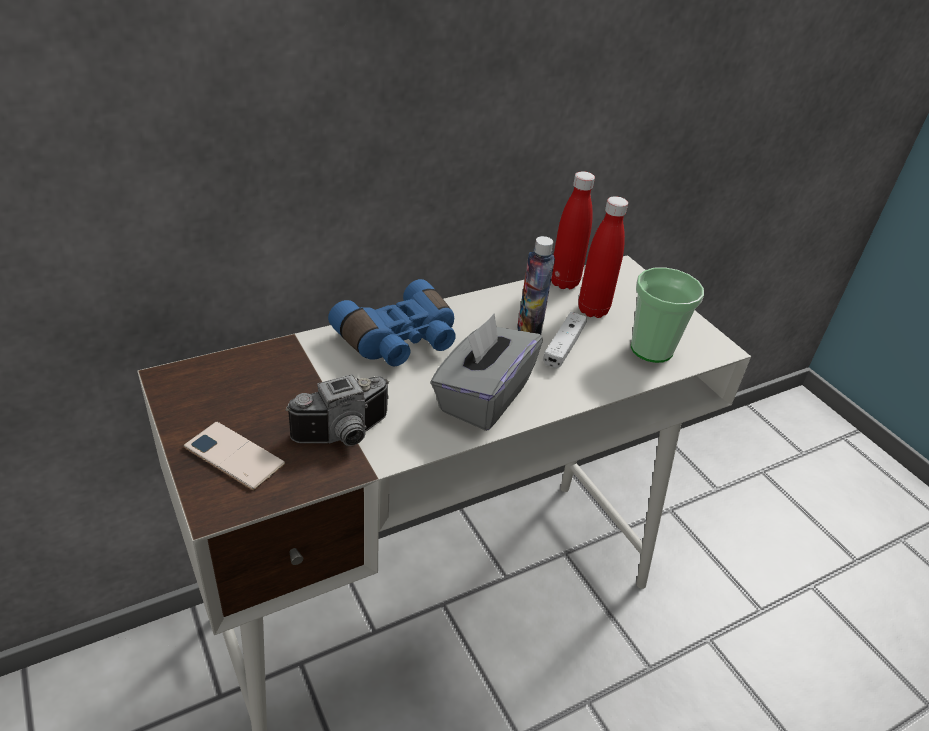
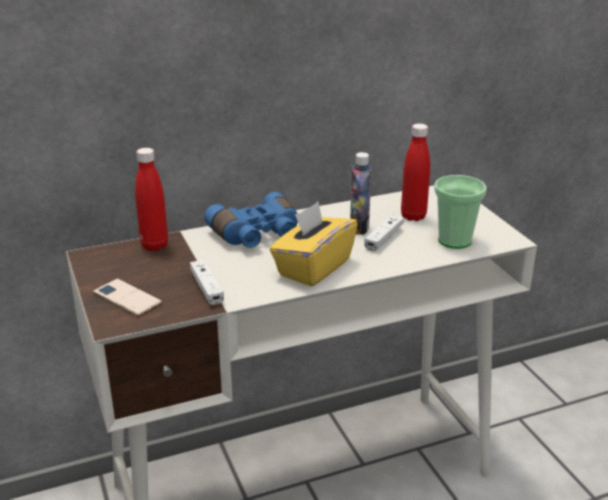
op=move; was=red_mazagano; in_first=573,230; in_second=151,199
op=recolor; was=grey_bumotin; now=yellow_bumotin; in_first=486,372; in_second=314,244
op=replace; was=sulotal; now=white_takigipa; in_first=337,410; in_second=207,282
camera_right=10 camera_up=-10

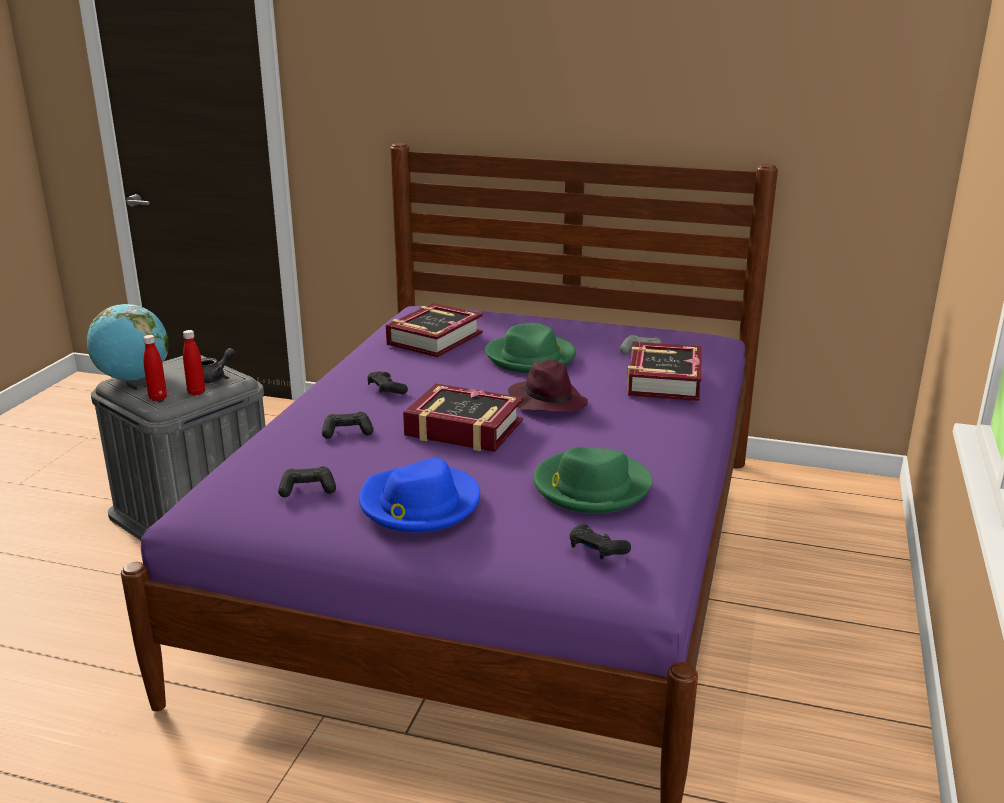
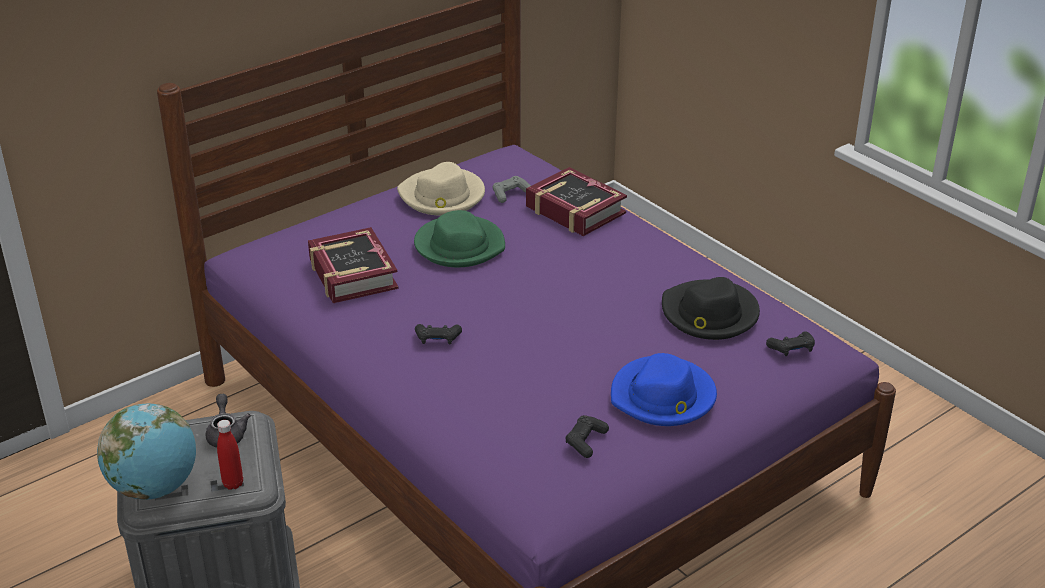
op=delete; was=red_mazagano; in_first=194,362
op=delete; was=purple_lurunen; in_first=548,386
op=delete; was=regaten; in_first=463,418
op=delete; was=black_takigipa; in_first=347,425
op=recolor; was=green_lurunen; now=black_lurunen; in_first=592,480; in_second=711,308
op=insert; now=beige_lurunen; in_second=441,189
camera_right=-55 camera_up=10

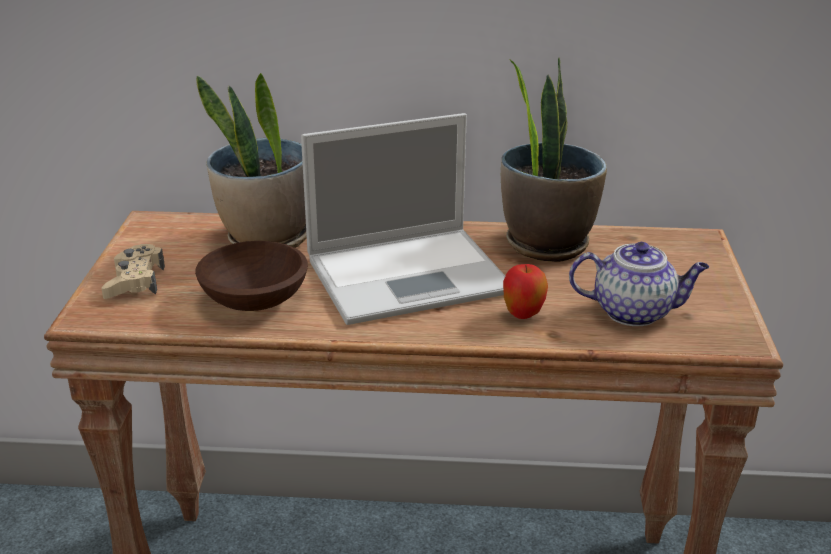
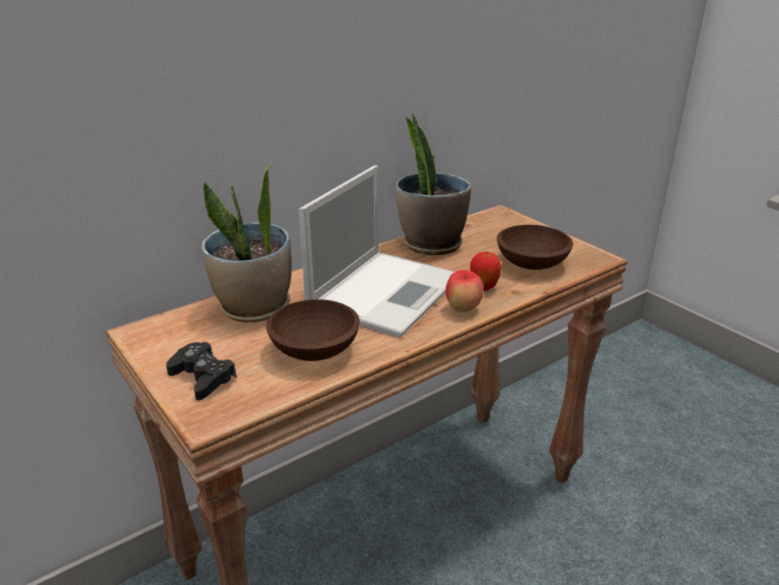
op=replace; was=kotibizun; now=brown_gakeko; in_first=639,284; in_second=535,247
op=recolor; was=beige_takigipa; now=black_takigipa; in_first=133,271; in_second=201,371
op=insert; now=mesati; in_second=465,291
camera_right=-40 camera_up=0

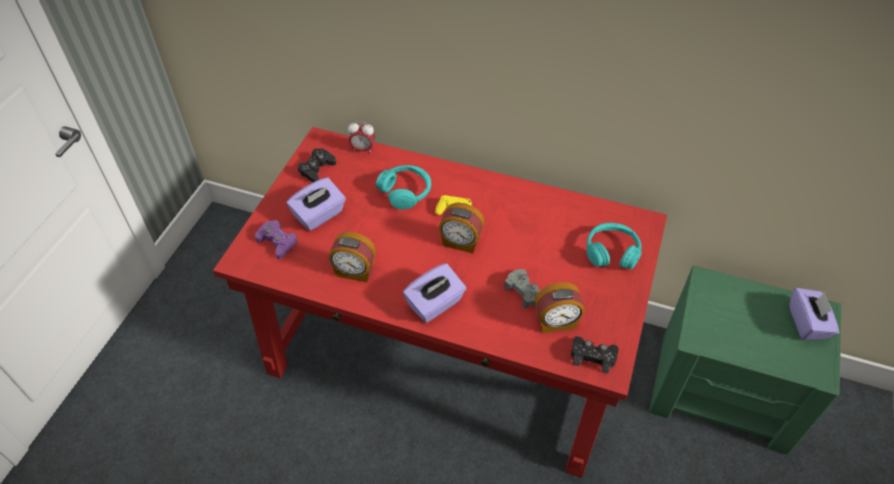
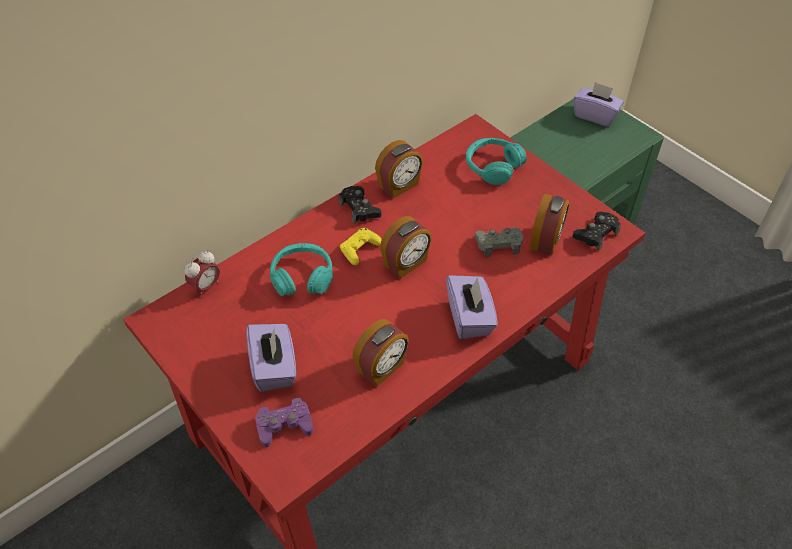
op=move; was=black_takigipa; in_first=316,165; in_second=359,205
op=insert; now=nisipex; in_second=399,169
camera_right=-60 camera_up=0

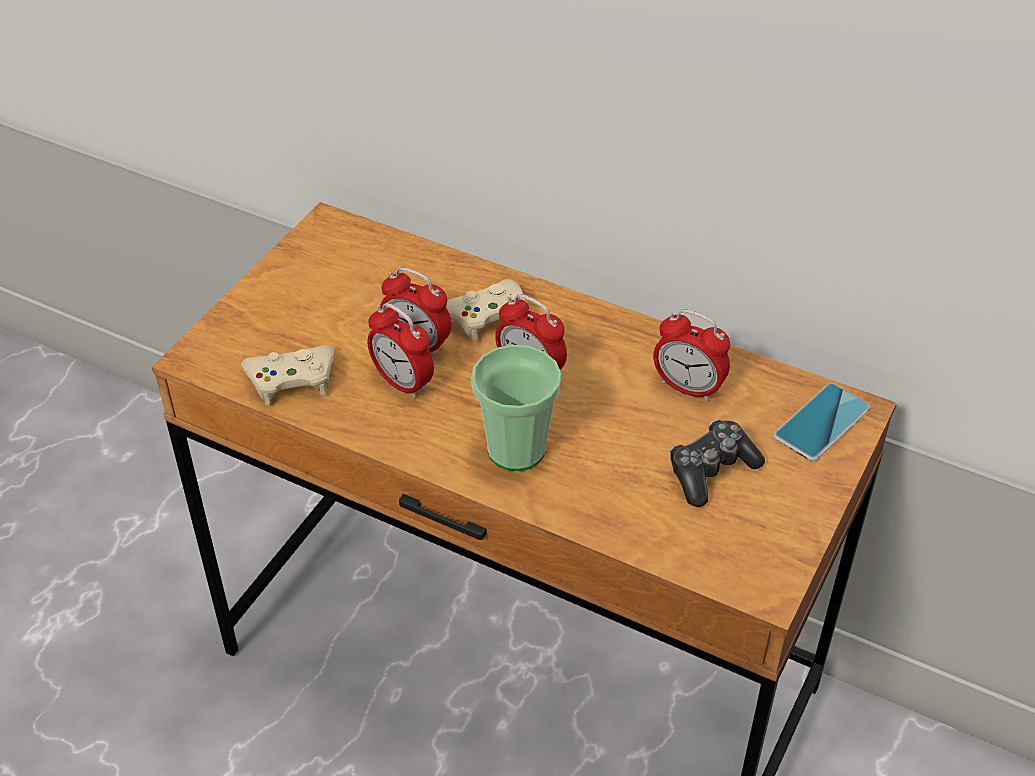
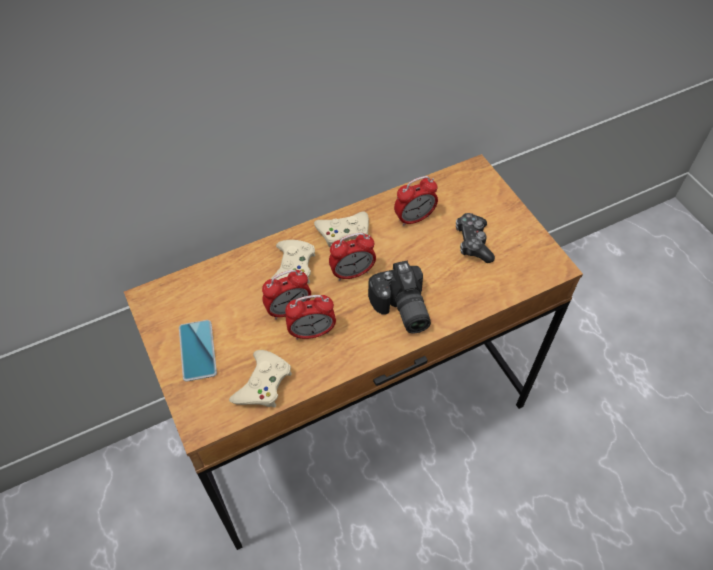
op=replace; was=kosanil; now=sulotal; in_first=516,408; in_second=399,297
op=move; was=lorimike; in_first=821,422; in_second=198,351
op=insert; now=beige_takigipa; in_second=341,229
camera_right=-55 camera_up=10

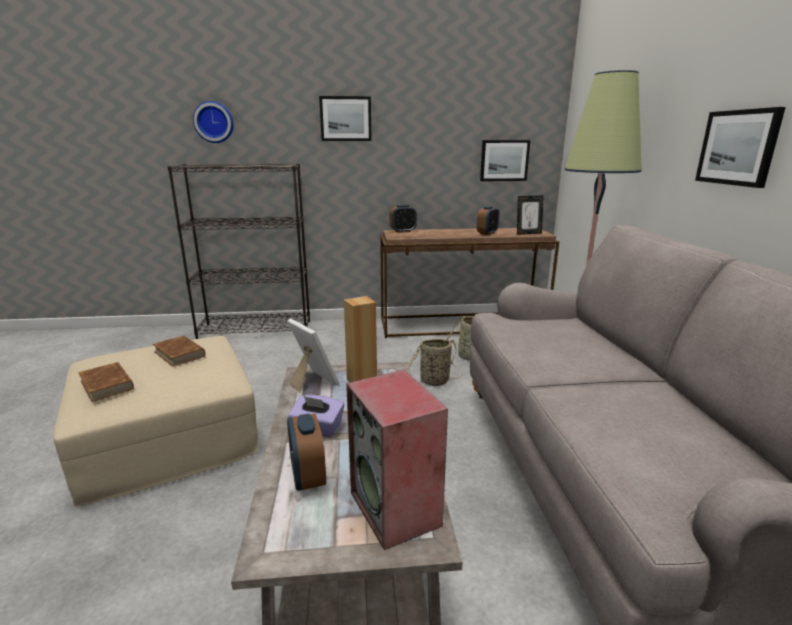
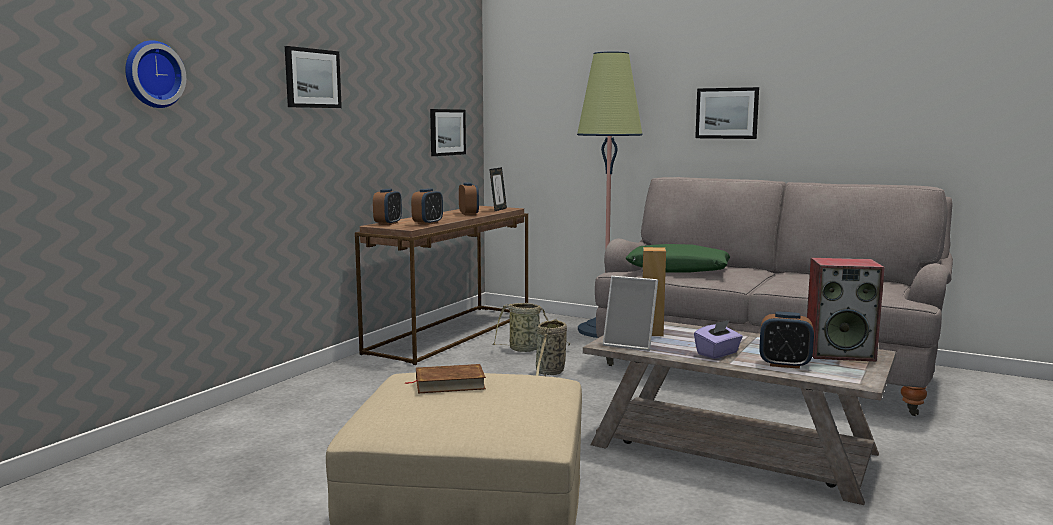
op=delete; was=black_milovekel; in_first=239,251
op=rotate; was=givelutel; in_first=313,356; in_second=630,313; clockwise=-150
op=delete; was=brown_regaten; in_first=106,382
op=insert; now=nisipex; in_second=427,206
op=insert; now=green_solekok; in_second=678,258
camera_right=-55 camera_up=-10

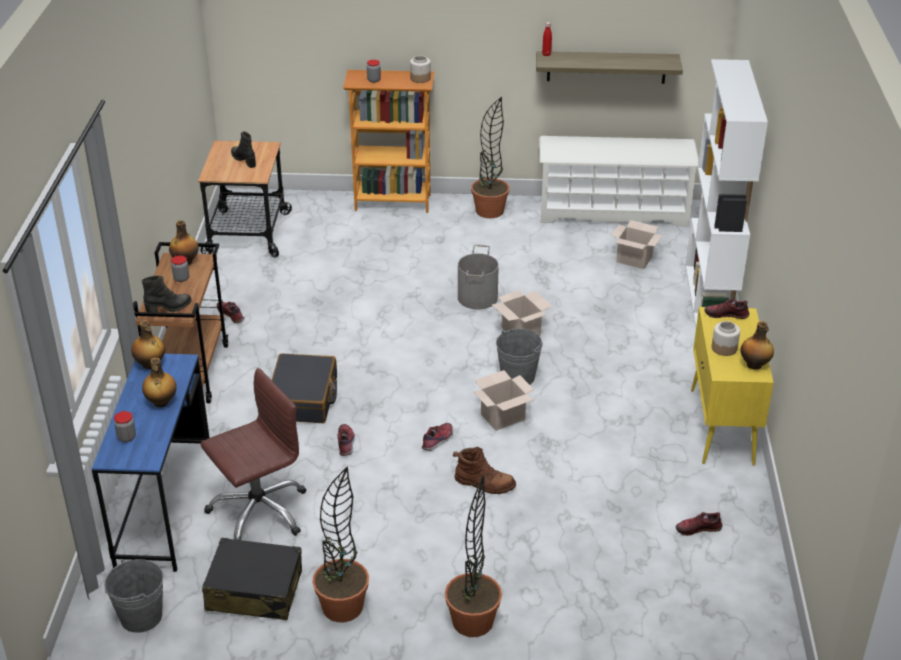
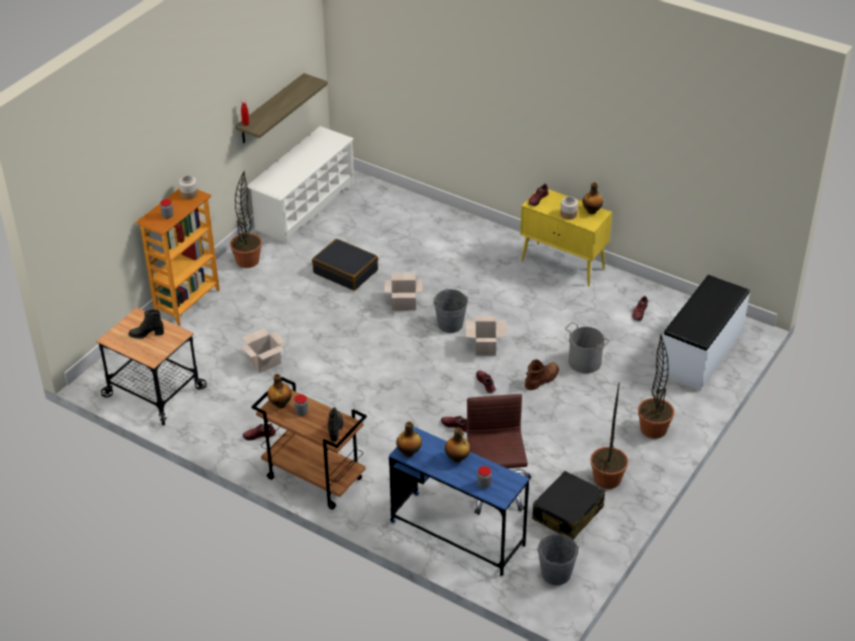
op=delete; was=white_milovekel; in_first=726,192
op=move; was=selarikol; in_first=636,244; in_second=263,350
op=move; was=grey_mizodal; in_first=478,277; in_second=587,347
op=move; was=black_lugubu; in_first=304,388; in_second=345,265
op=insert; now=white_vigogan; in_second=704,333
camera_right=-60 camera_up=5

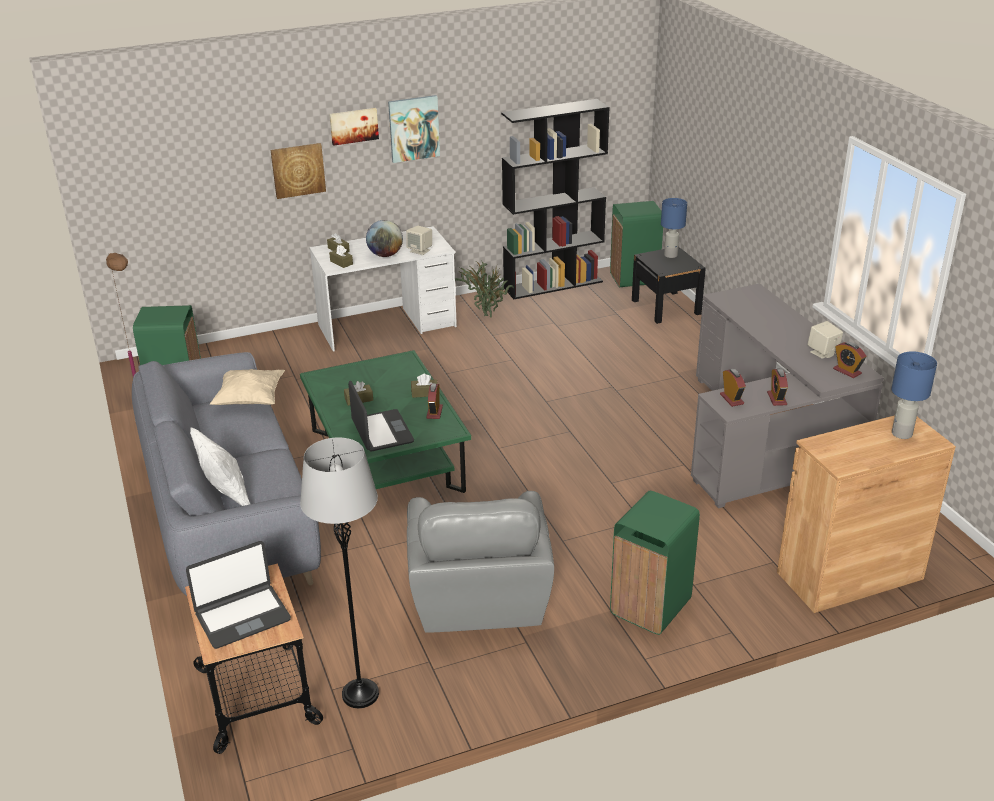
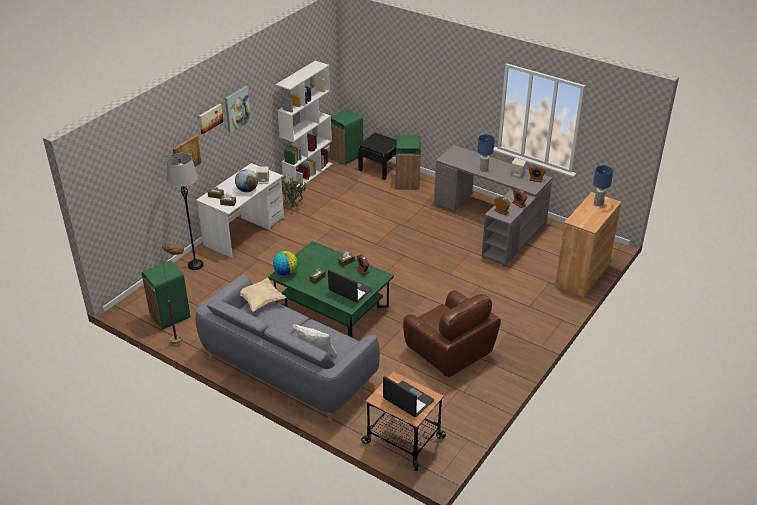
op=recolor; was=black_milovekel; now=white_milovekel; in_first=555,199; in_second=304,124
op=move; was=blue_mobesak; in_first=674,228; in_second=486,153
op=move; was=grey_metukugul; in_first=339,573; in_second=185,211
op=recolor; was=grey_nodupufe; now=brown_nodupufe; in_first=480,562; in_second=452,333
op=move; was=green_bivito; in_first=655,563; in_second=408,162
op=rotate; was=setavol; in_first=238,595; in_second=408,396; clockwise=-75
op=insert; now=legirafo; in_second=285,263
camera_right=-35 camera_up=5

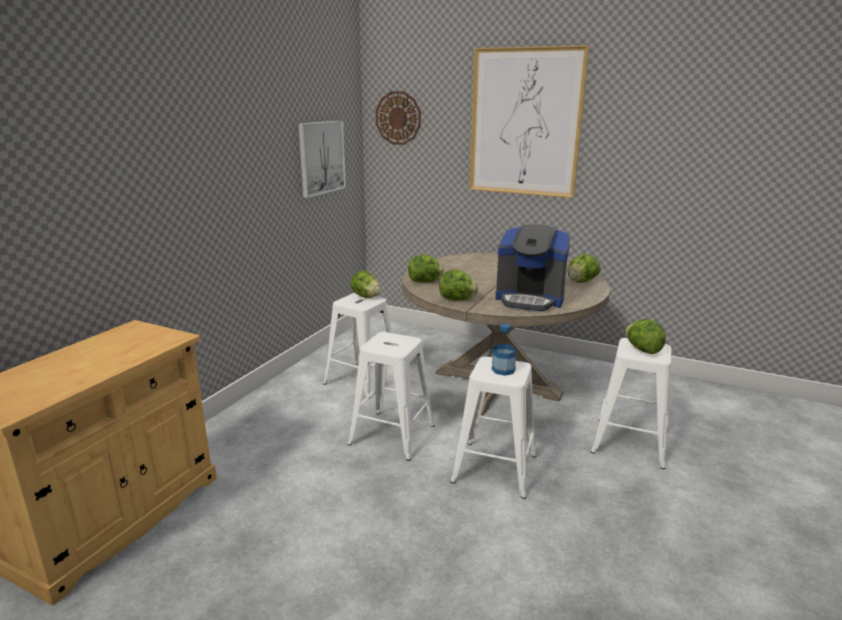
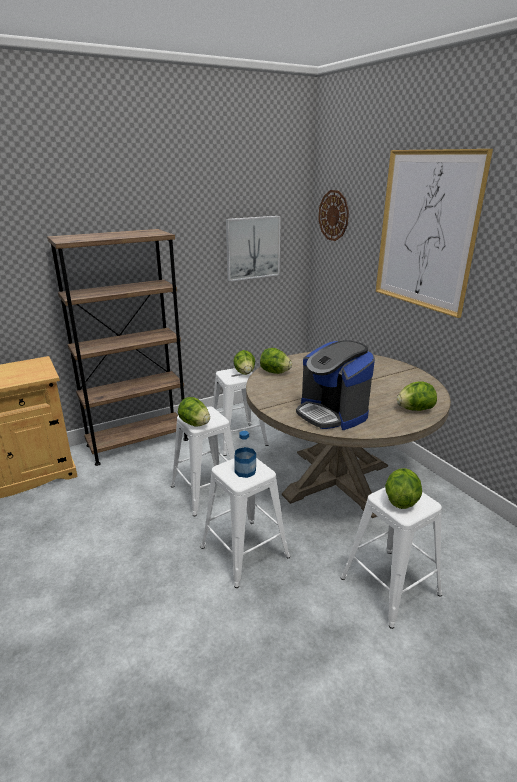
op=move; was=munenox; in_first=459,285; in_second=194,412
op=insert; now=brown_milovekel; in_second=118,347
camera_right=35 camera_up=5

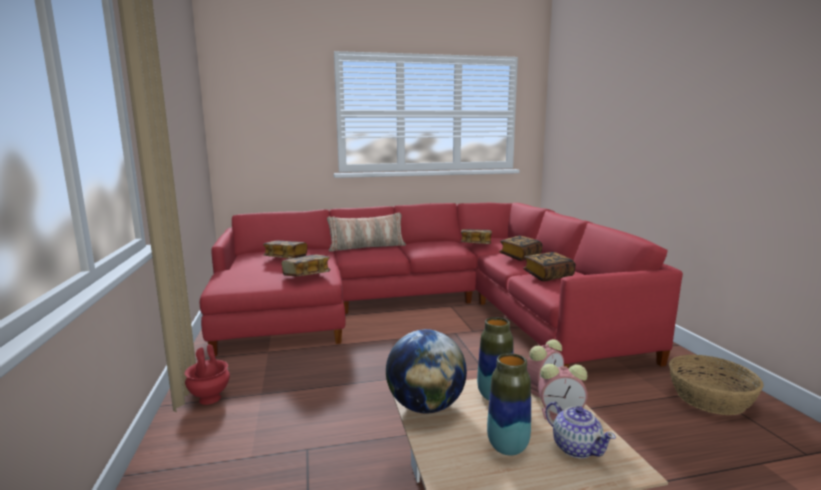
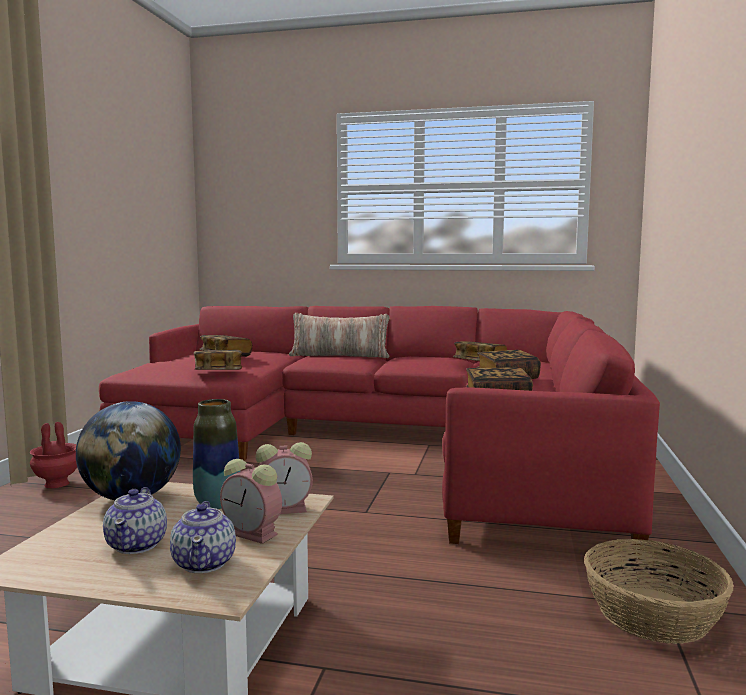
op=replace; was=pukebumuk; now=kotibizun; in_first=509,404; in_second=135,520
camera_right=25 camera_up=-5

